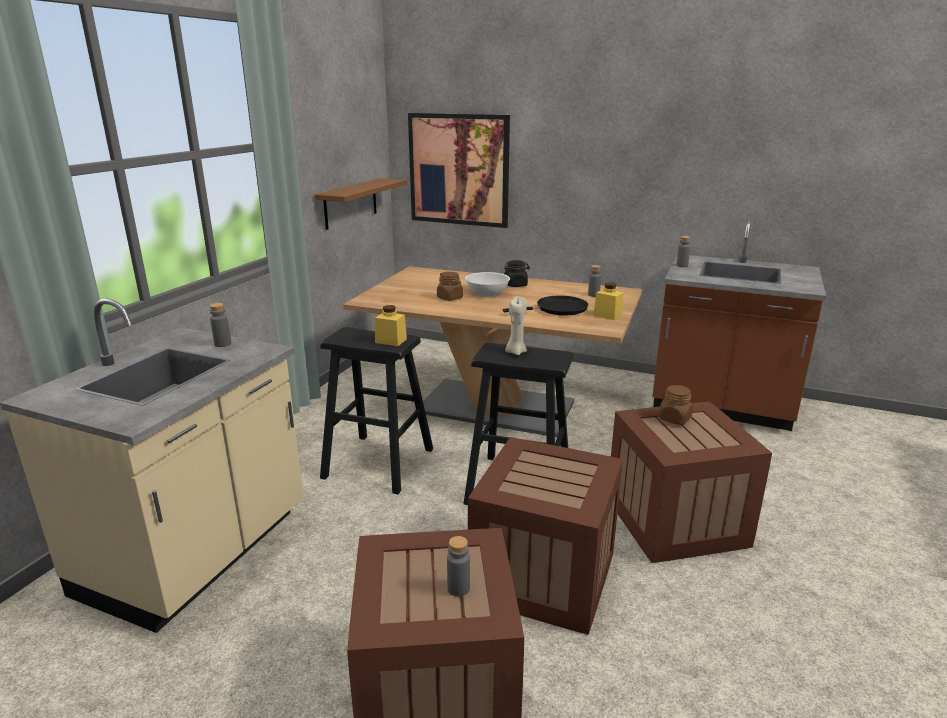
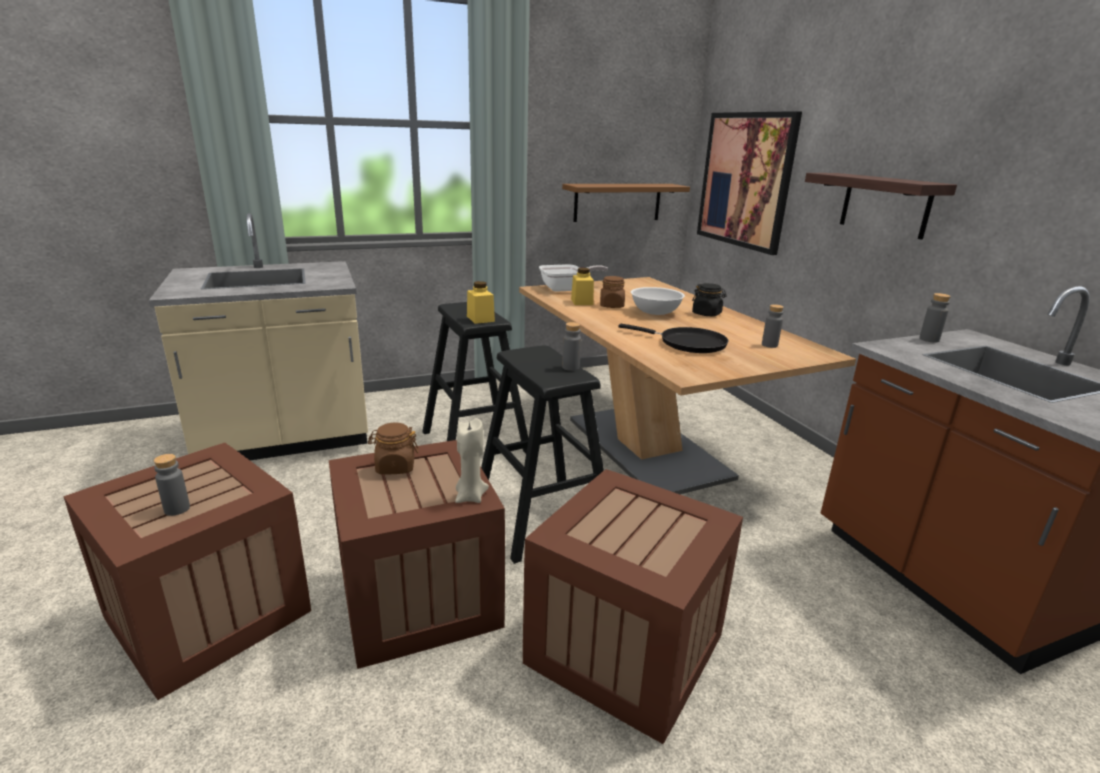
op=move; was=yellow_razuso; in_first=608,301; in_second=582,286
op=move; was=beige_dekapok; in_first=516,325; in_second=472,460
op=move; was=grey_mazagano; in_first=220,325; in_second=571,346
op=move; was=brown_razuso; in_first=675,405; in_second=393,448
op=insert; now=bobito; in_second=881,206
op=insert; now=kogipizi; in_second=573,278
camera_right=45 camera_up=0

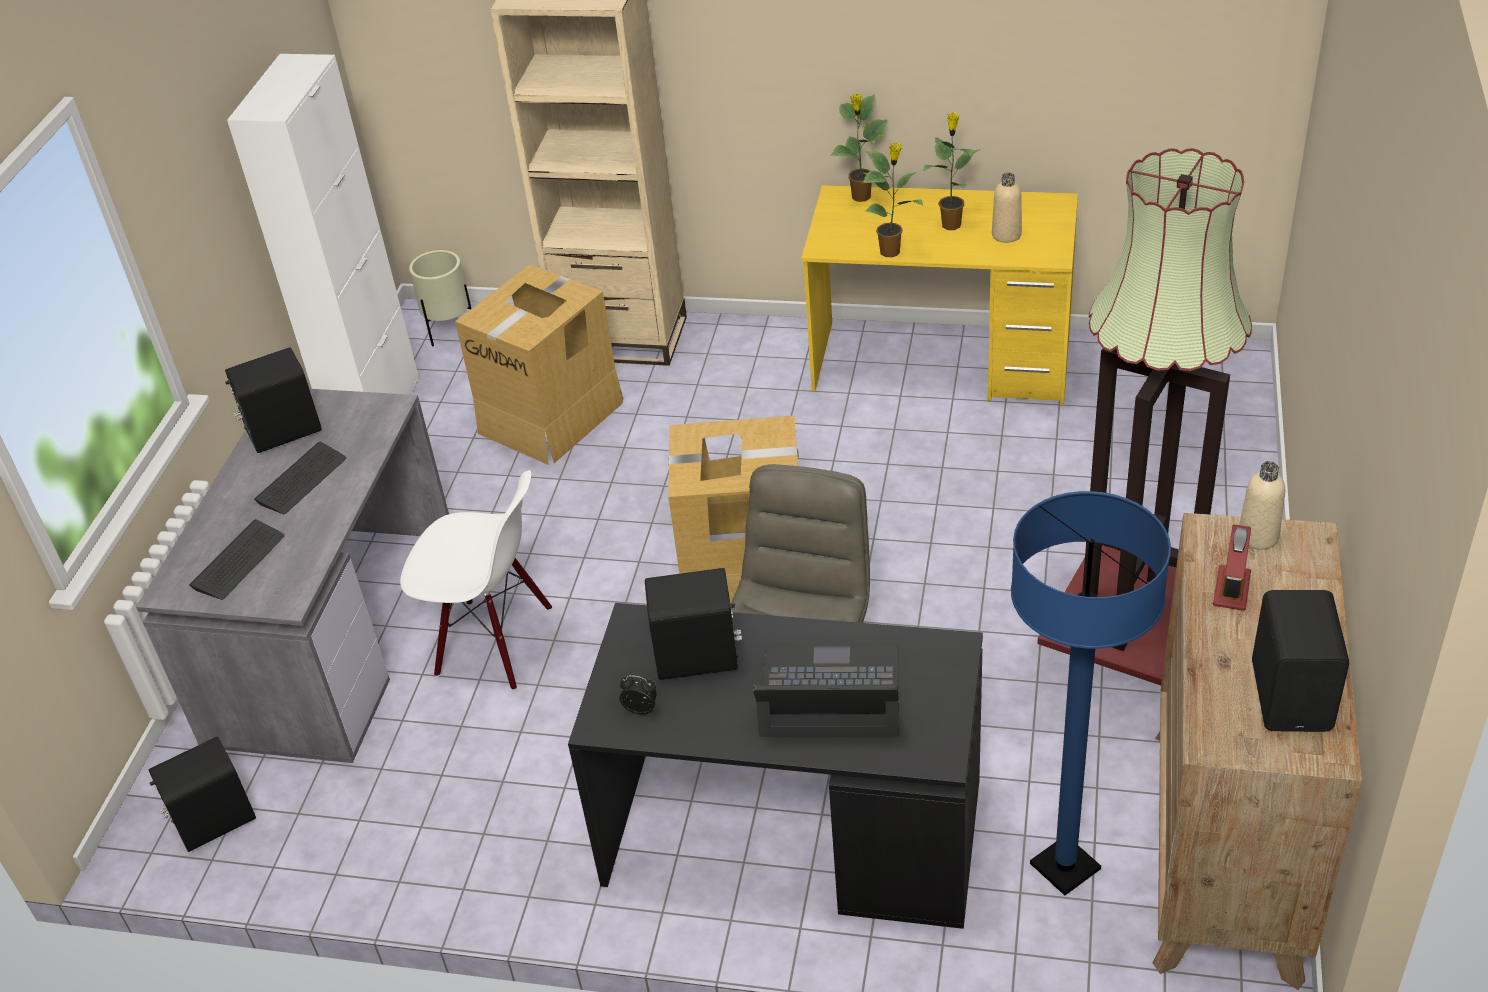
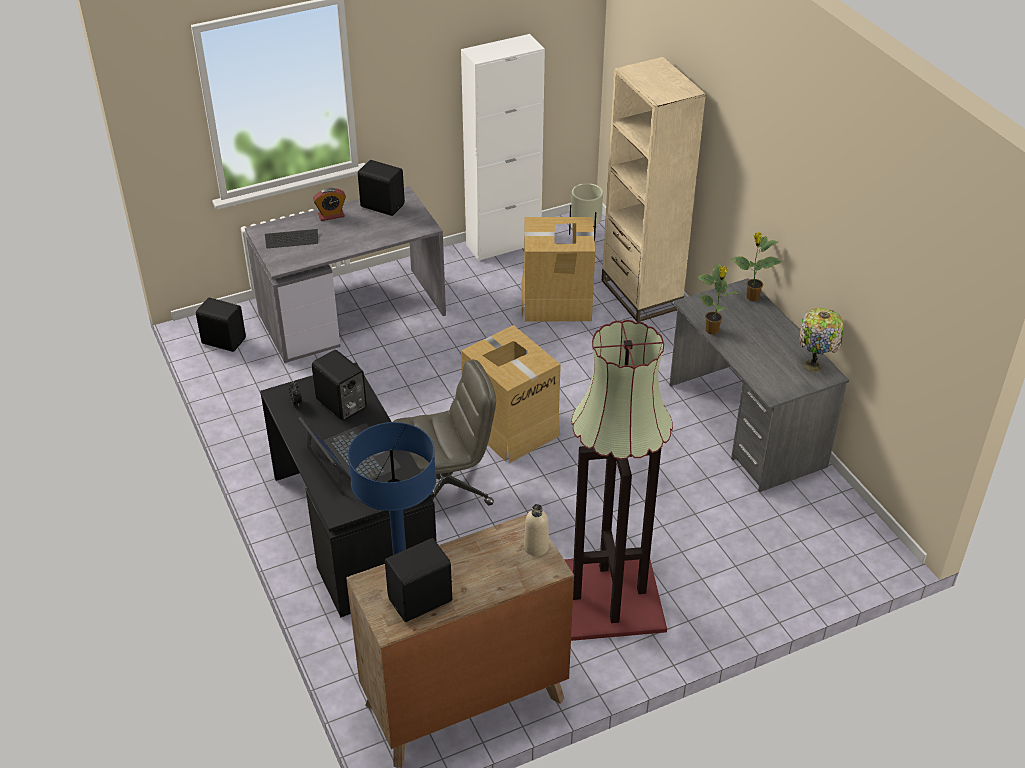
op=delete; was=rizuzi; in_first=951,171
op=delete; was=beige_mazagano; in_first=1007,207
op=recolor; was=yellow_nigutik; now=grey_nigutik; in_first=939,295; in_second=759,385
op=delete; was=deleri; in_first=300,478
op=delete; was=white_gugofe; in_first=476,580
op=move; was=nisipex; in_first=1232,567; in_second=329,204
op=insert; now=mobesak; in_second=821,340
camera_right=50 camera_up=0

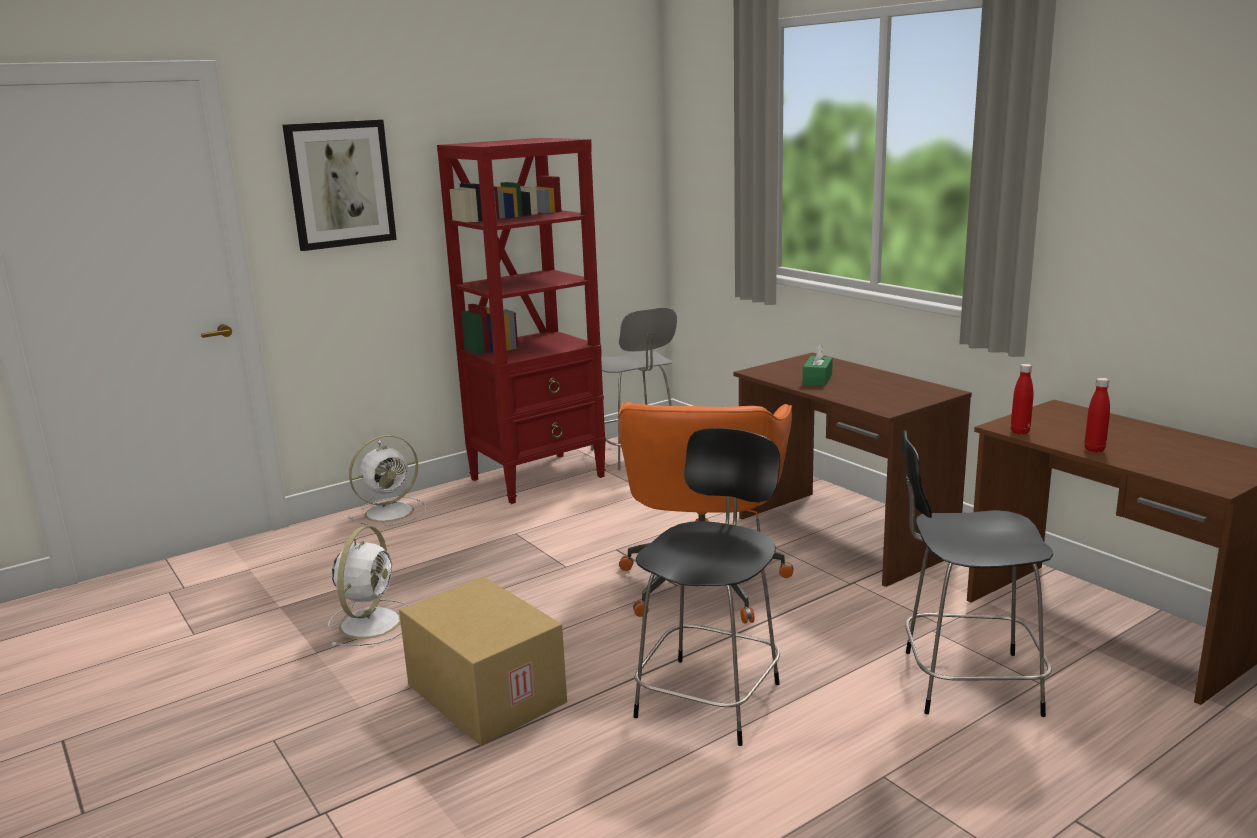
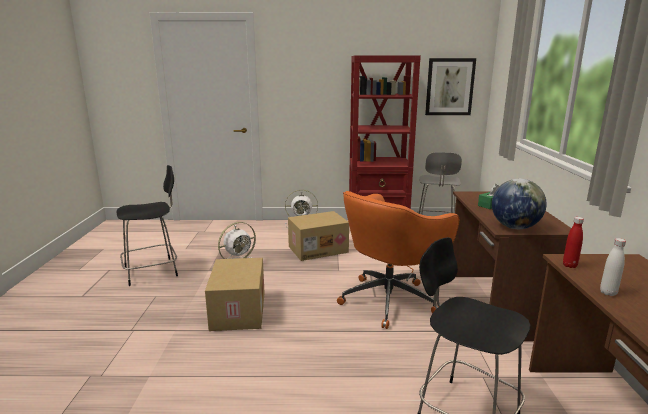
op=move; was=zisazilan; in_first=340,185; in_second=450,86
op=recolor; was=red_mazagano; now=white_mazagano; in_first=1097,415; in_second=613,267
op=move; was=black_gugofe; in_first=706,587; in_second=147,225
op=insert; now=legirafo; in_second=519,204
op=insert; now=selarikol; in_second=318,236
camera_right=35 camera_up=0

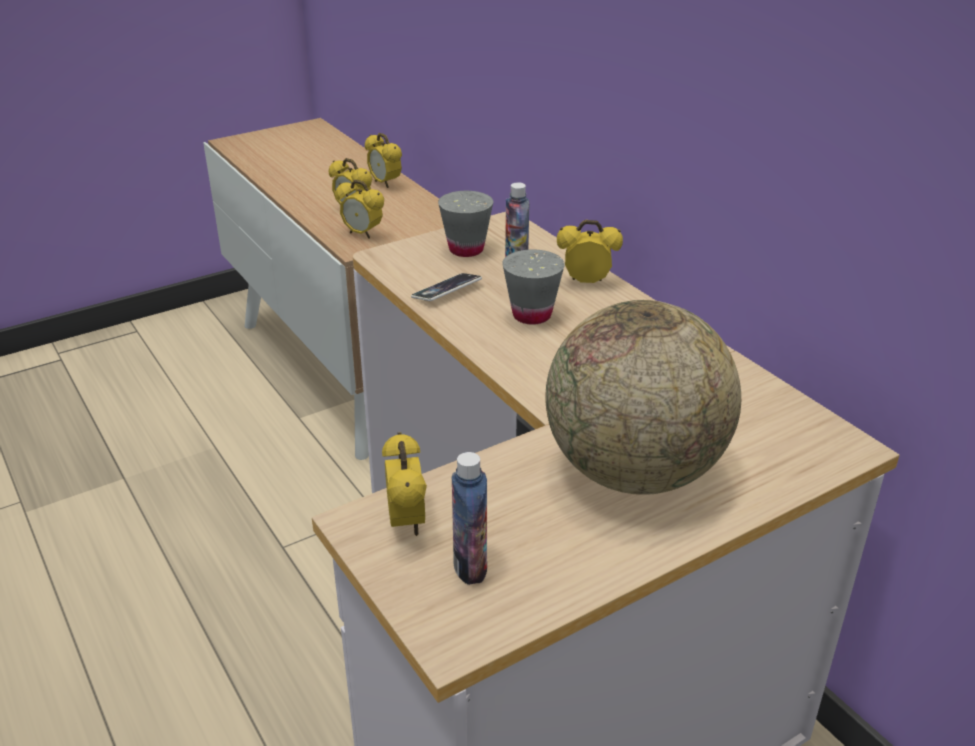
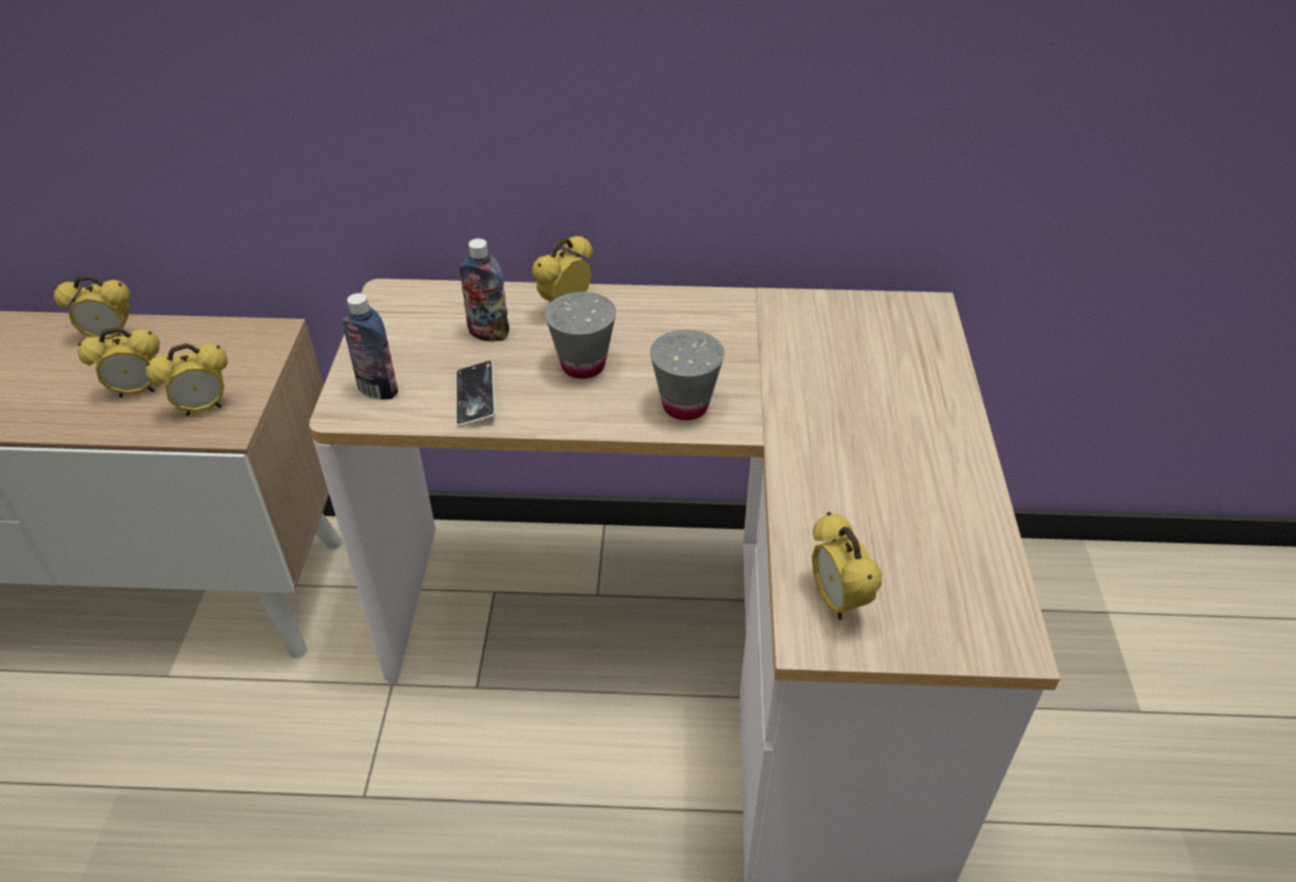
op=move; was=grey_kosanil; in_first=465,224; in_second=687,375
op=delete; was=legirafo; in_first=643,397
op=rotate; was=nisipex; in_first=404,484; in_second=847,566; clockwise=-135
op=move; was=mazagano; in_first=469,518; in_second=370,346
camera_right=-55 camera_up=10

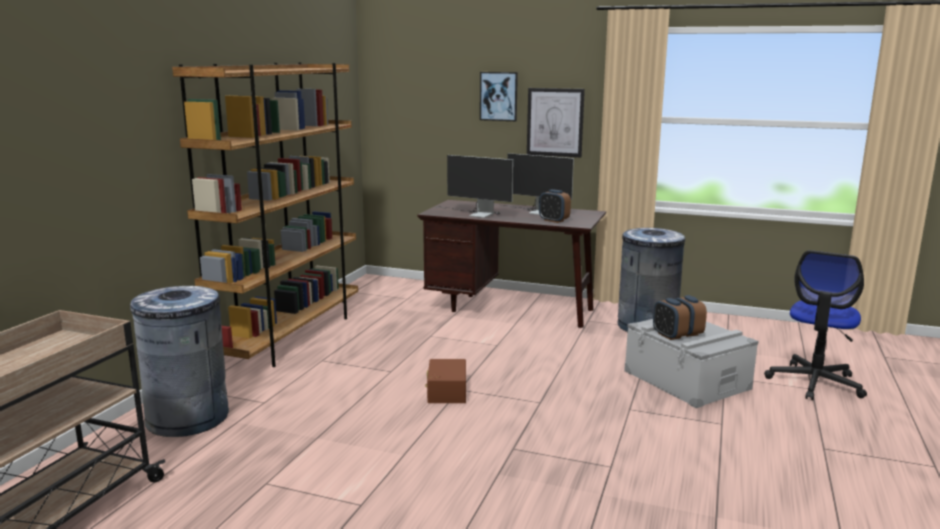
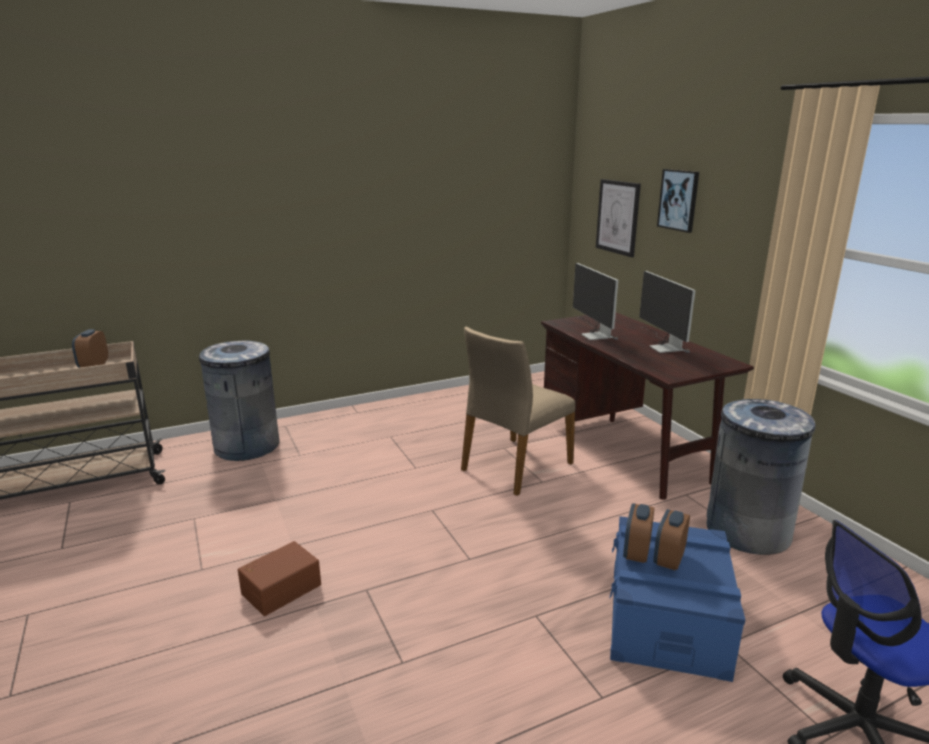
op=delete; was=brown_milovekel; in_first=265,214
op=move; was=zisazilan; in_first=556,122; in_second=618,218
op=move; was=nisipex; in_first=555,206; in_second=90,348
op=recolor; was=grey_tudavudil; now=blue_tudavudil; in_first=691,363; in_second=677,599
op=move; was=brown_tudavudil; in_first=445,381; in_second=279,578
op=insert; now=beige_gugofe; in_second=518,411
camera_right=45 camera_up=5

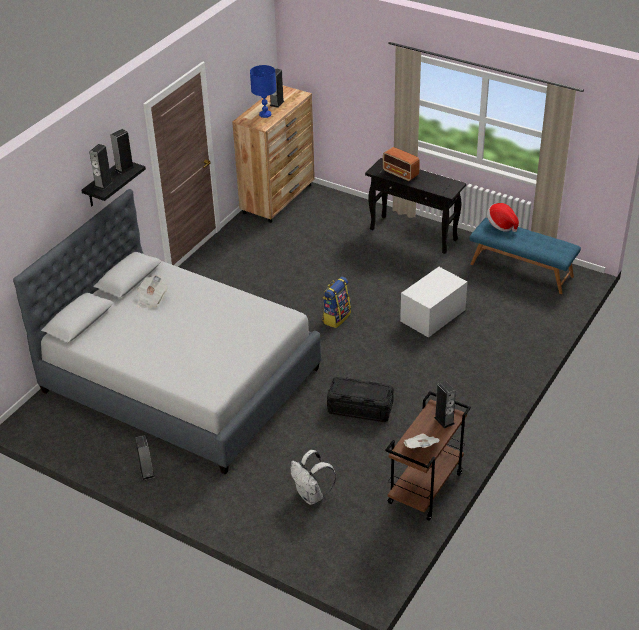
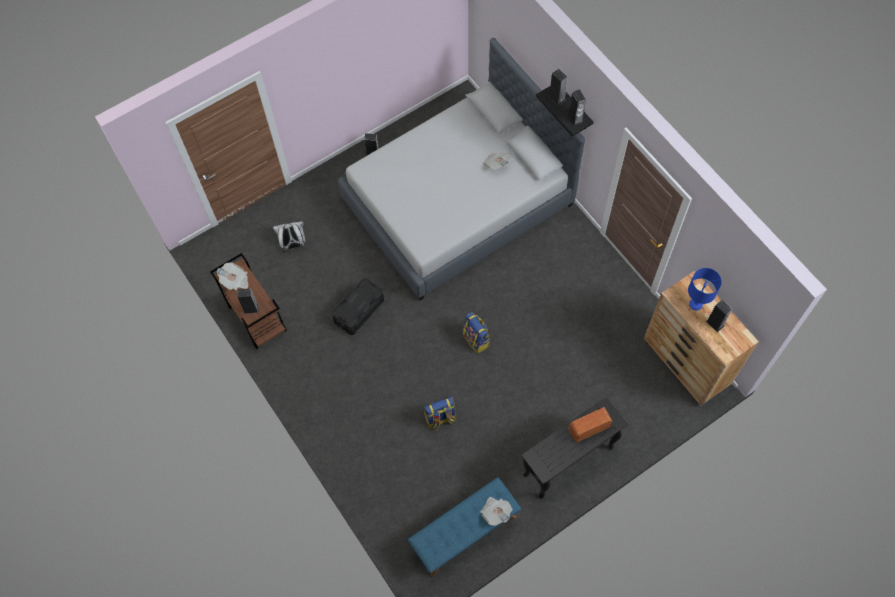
op=replace; was=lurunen; now=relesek; in_first=503,217; in_second=496,511
op=replace; was=white_tudavudil; now=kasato; in_first=433,302; in_second=440,413
camera_right=115 camera_up=25

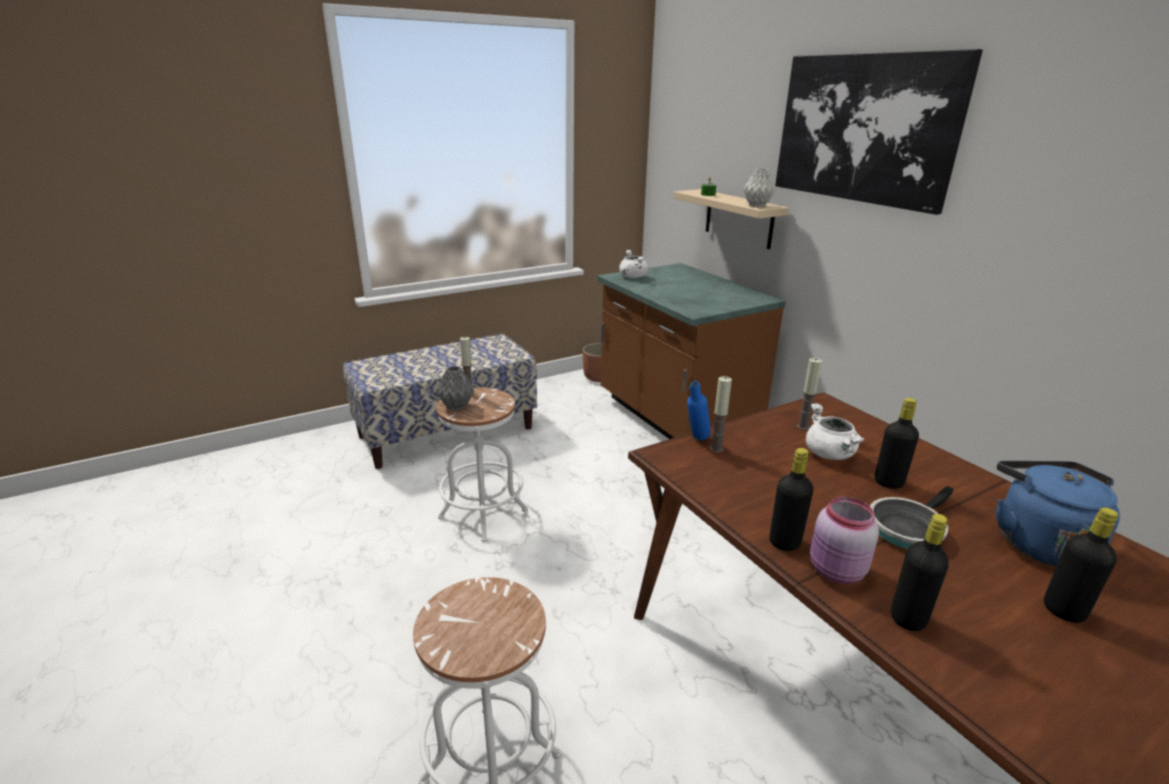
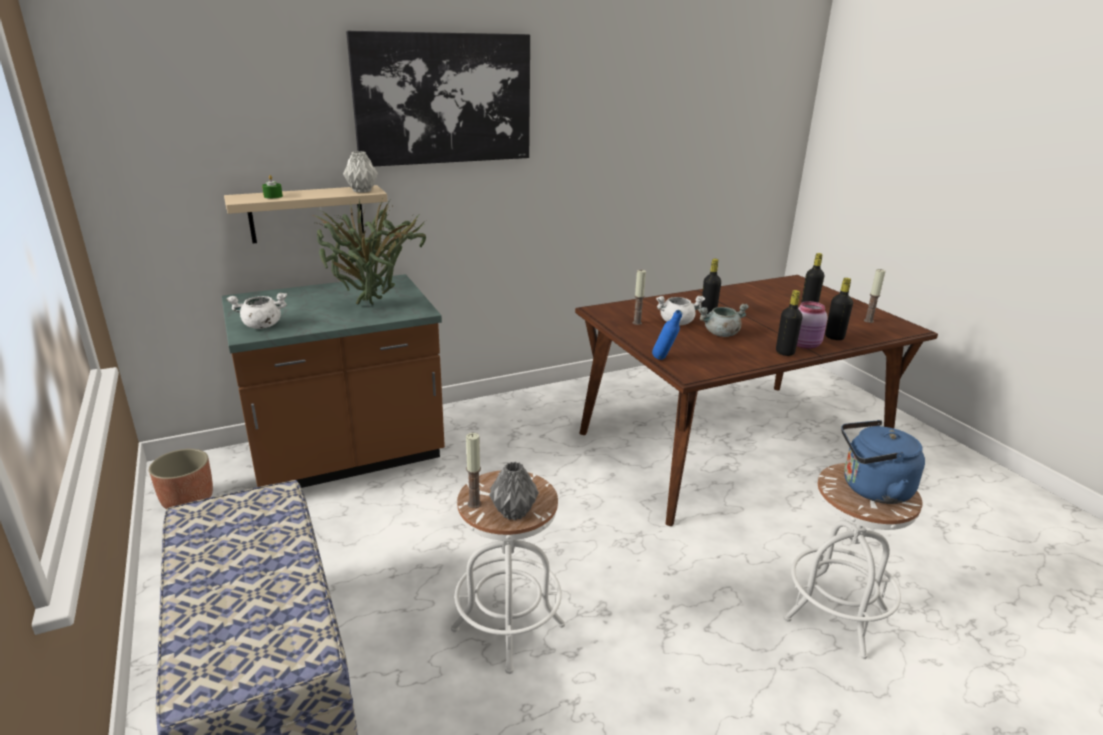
op=move; was=dekapok; in_first=721,414; in_second=874,296
op=move; was=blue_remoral; in_first=1058,513; in_second=883,462
op=delete; was=kogipizi; in_first=912,517
op=insert; now=rizuzi; in_second=369,252
op=insert; now=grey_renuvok; in_second=723,320
camera_right=-85 camera_up=0

